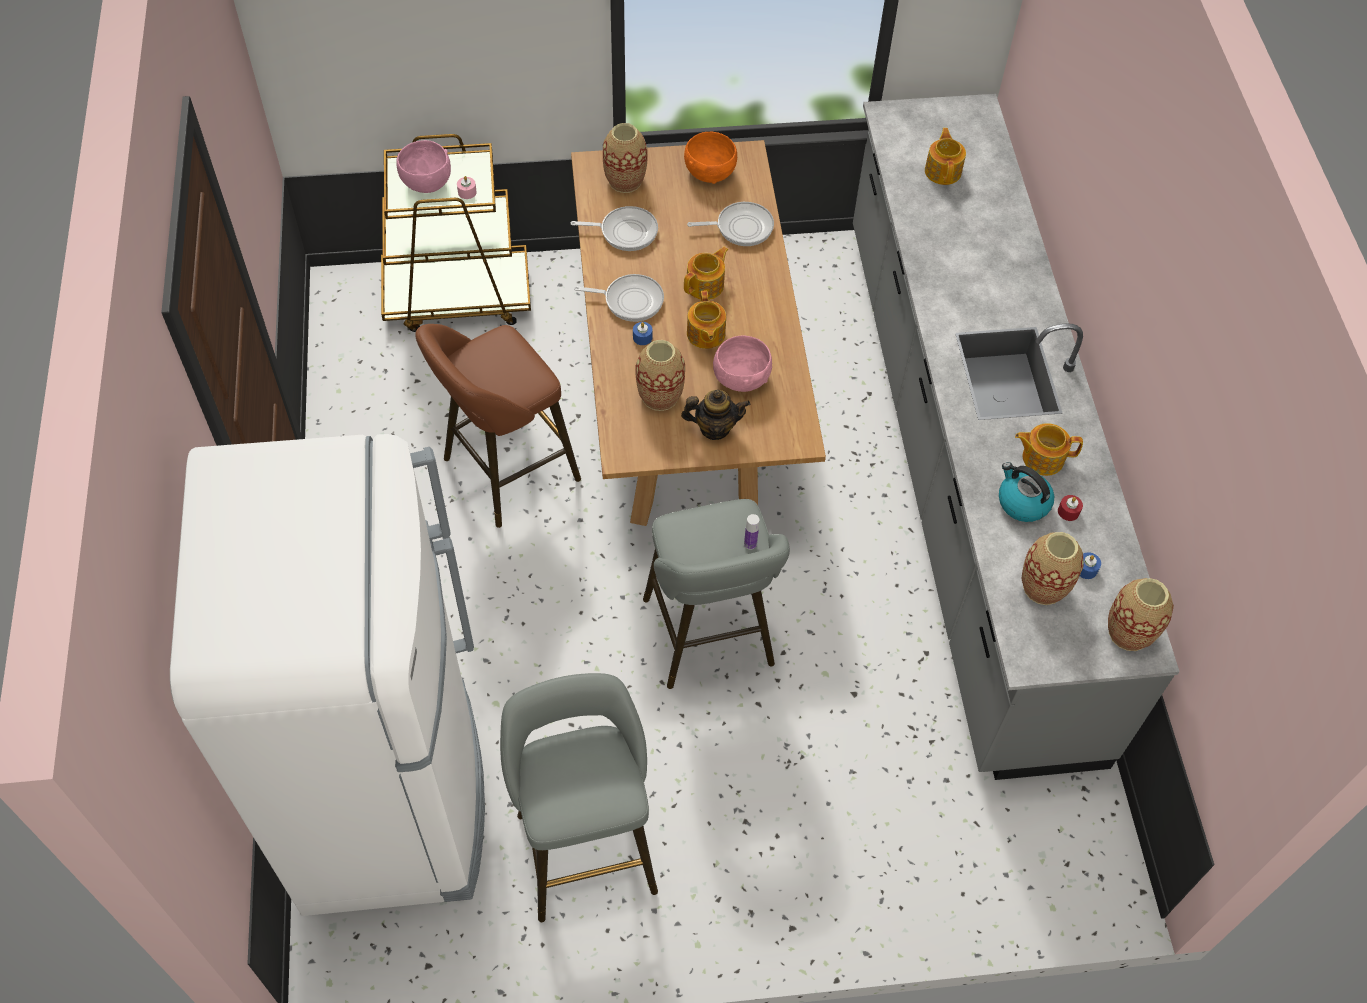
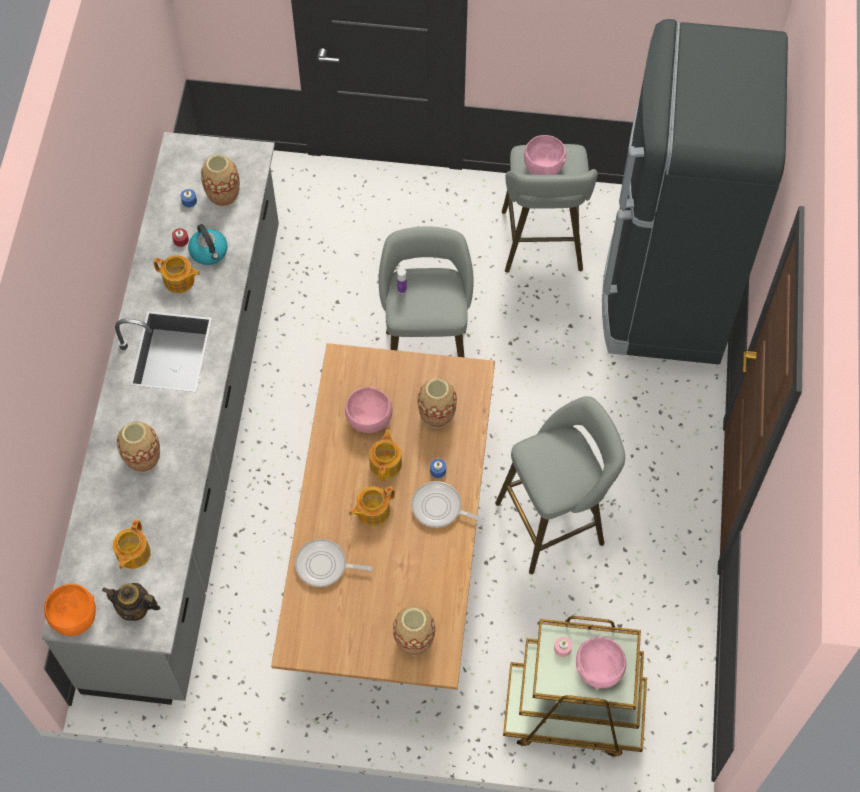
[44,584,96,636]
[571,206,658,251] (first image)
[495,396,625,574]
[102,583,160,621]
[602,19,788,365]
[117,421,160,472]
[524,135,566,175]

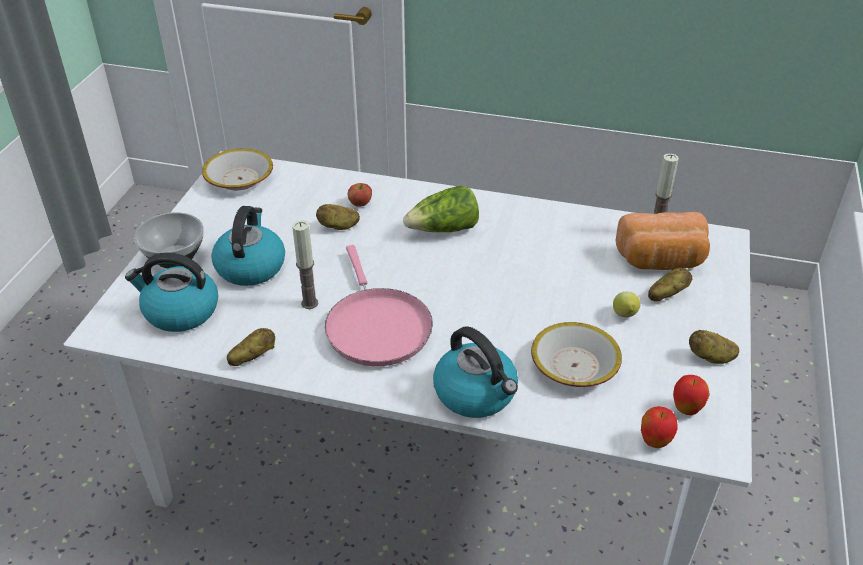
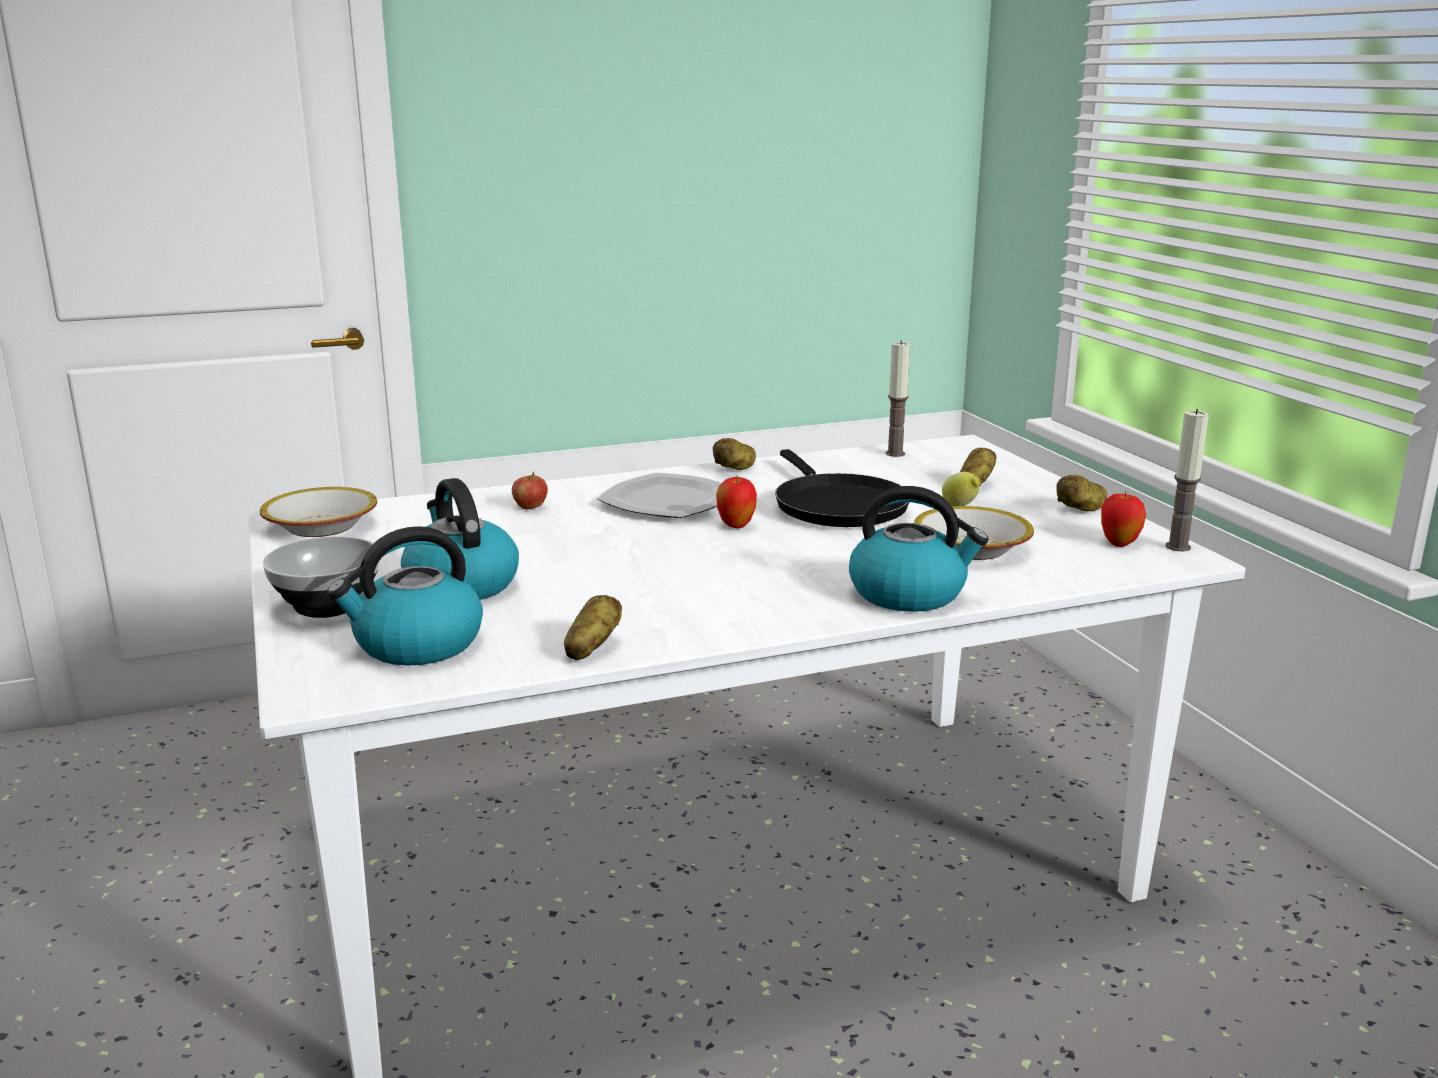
[597,472,721,518]
[713,438,756,470]
[615,212,710,270] (first image)
[1166,409,1209,551]
[325,245,433,366] (first image)
[716,477,757,528]
[775,449,909,527]

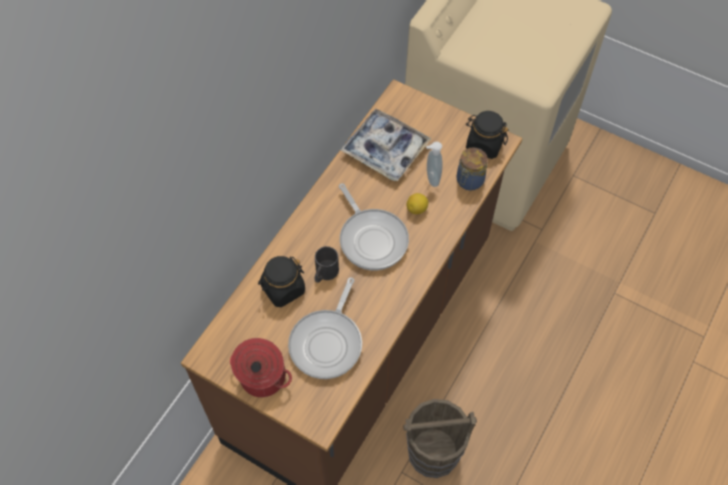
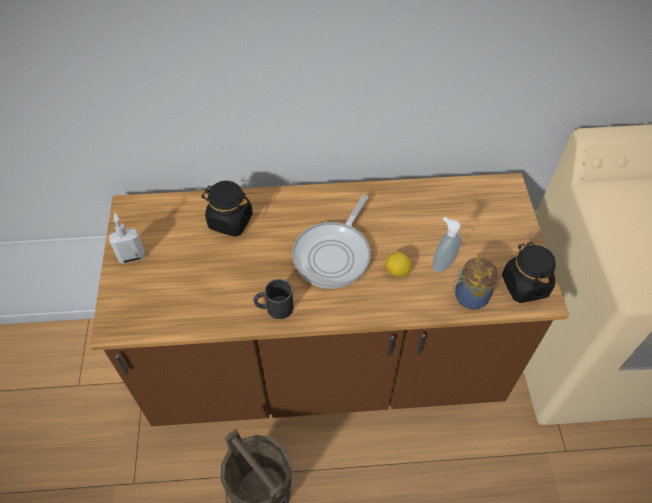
[340,109,432,181] (first image)
[253,279,294,319]
[288,277,362,379] (first image)
[109,213,145,264]

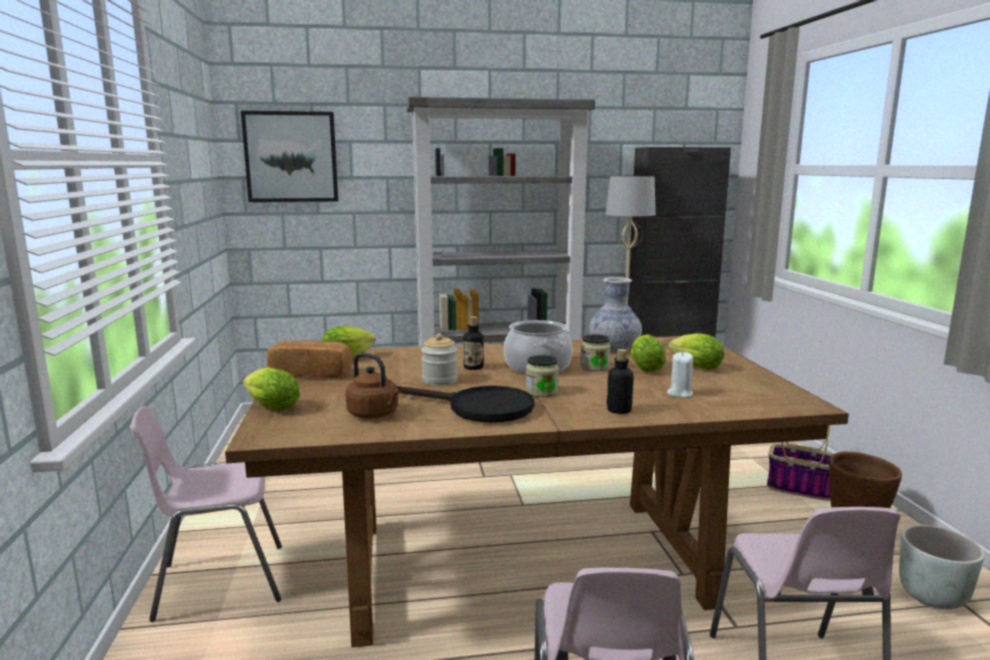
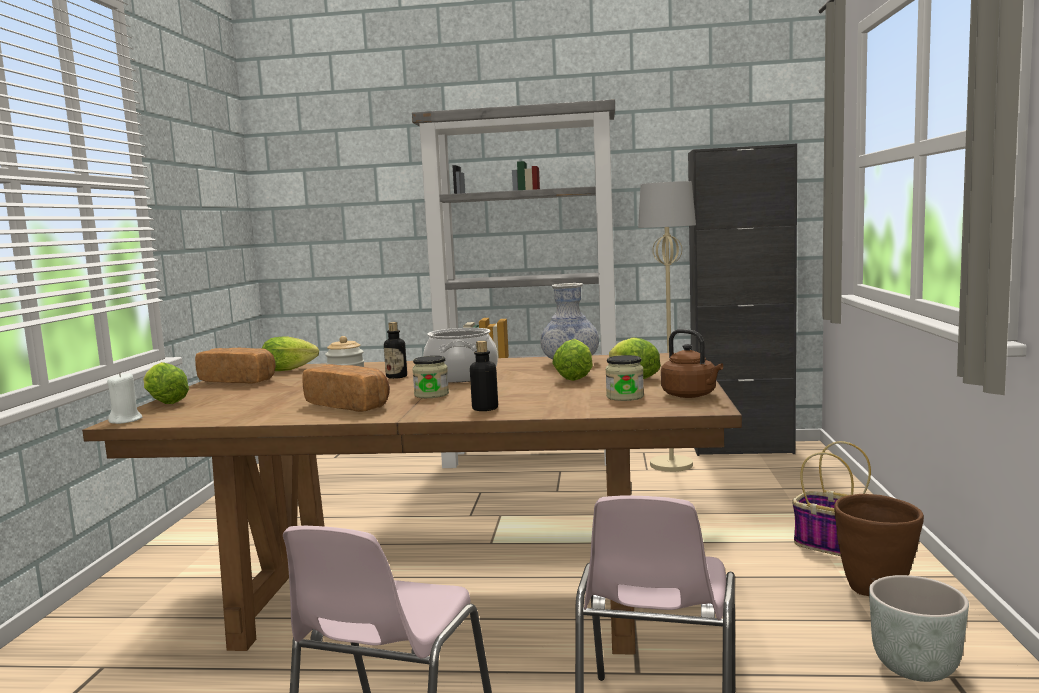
[241,111,338,202] (first image)
[605,355,644,401]
[661,329,723,398]
[107,372,142,424]
[302,364,390,412]
[130,406,282,622] (first image)

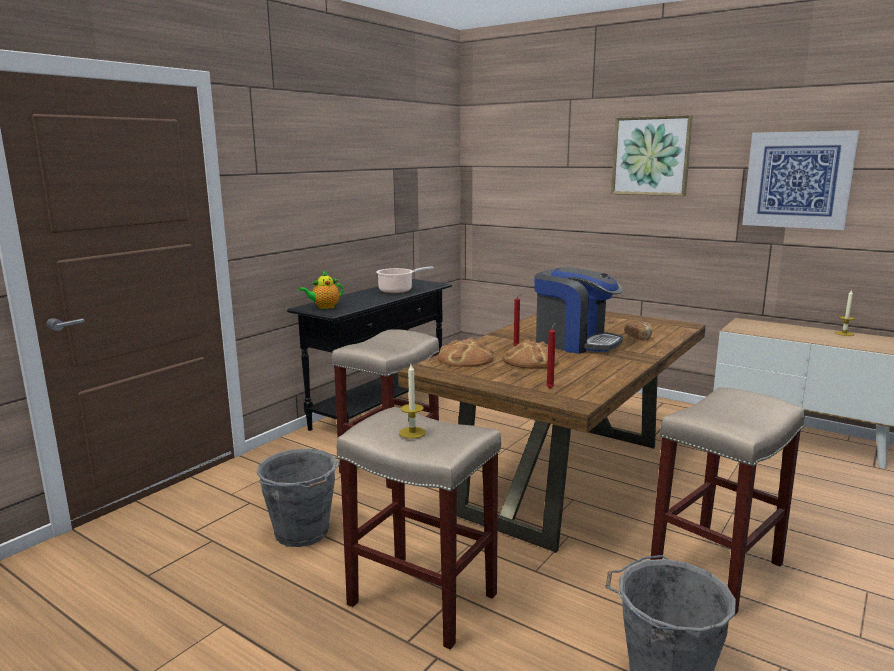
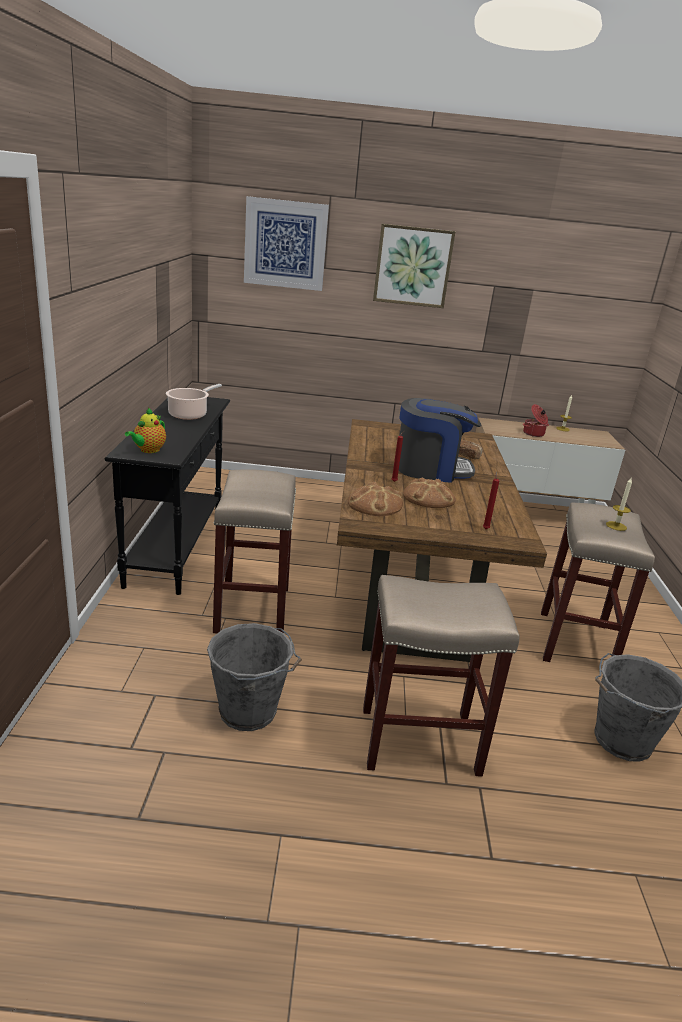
[244,196,329,291]
[606,478,632,531]
[523,404,549,437]

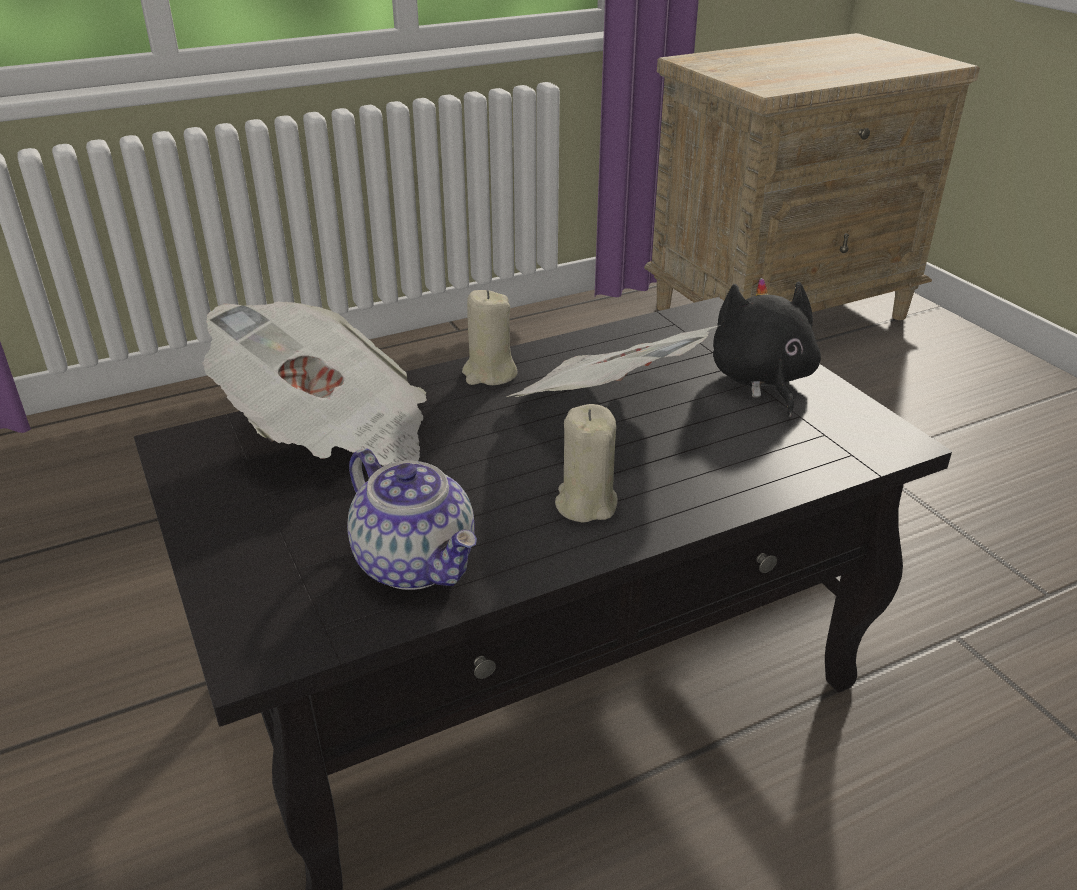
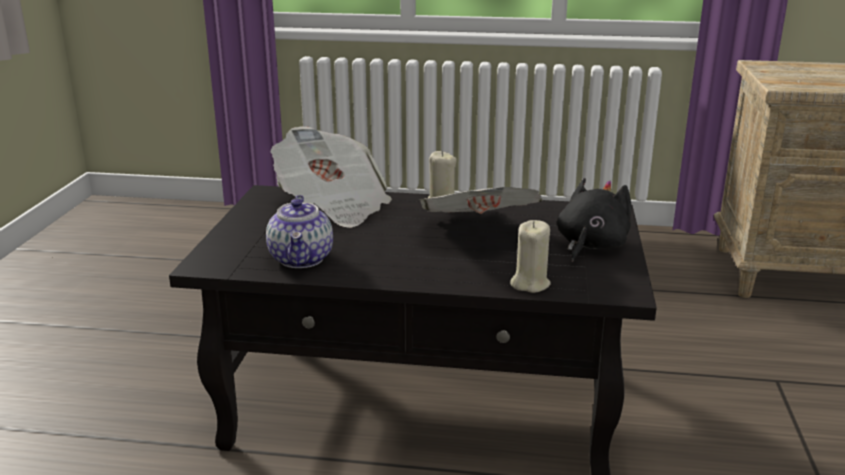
[510,220,551,293]

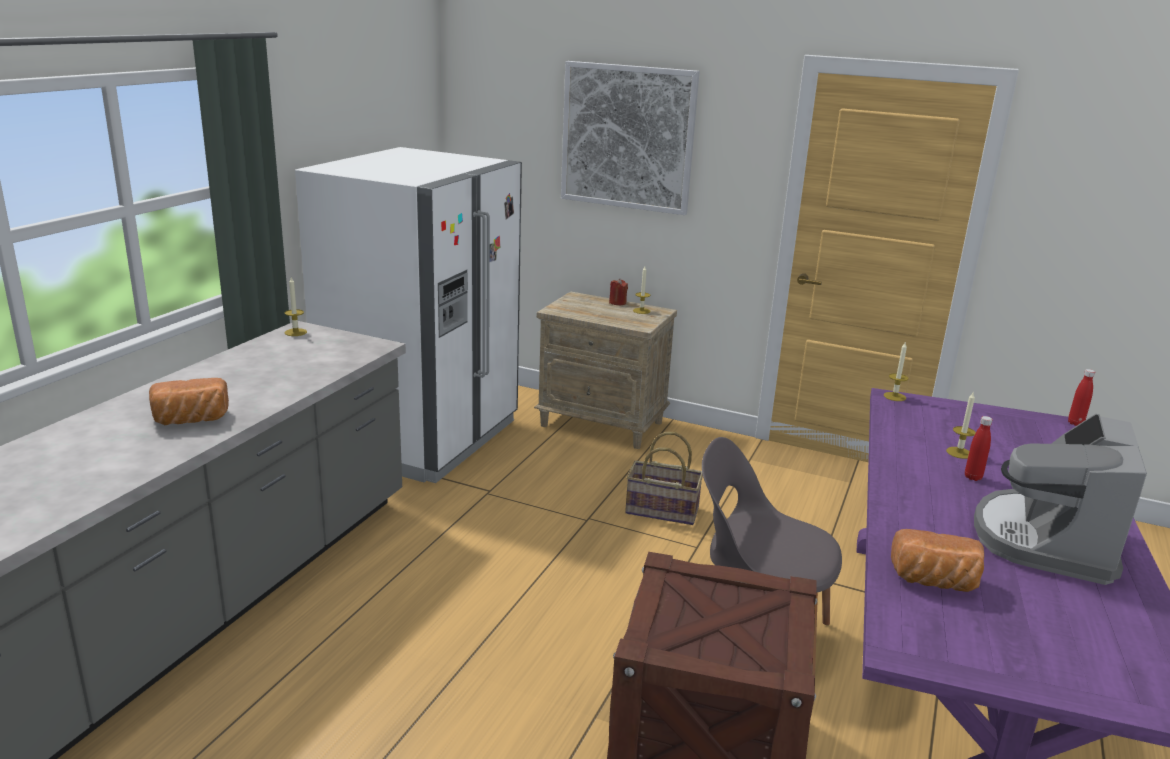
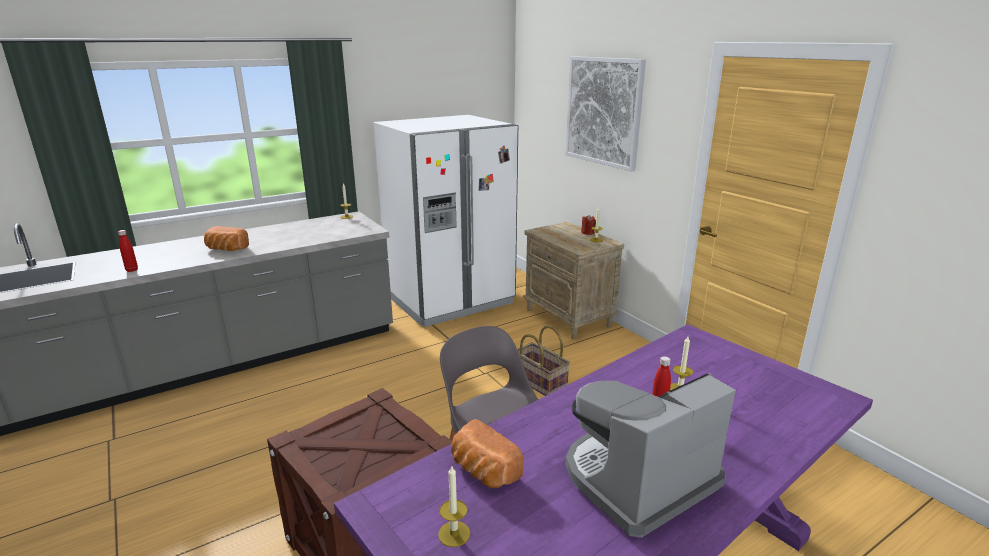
[438,466,470,547]
[118,230,138,272]

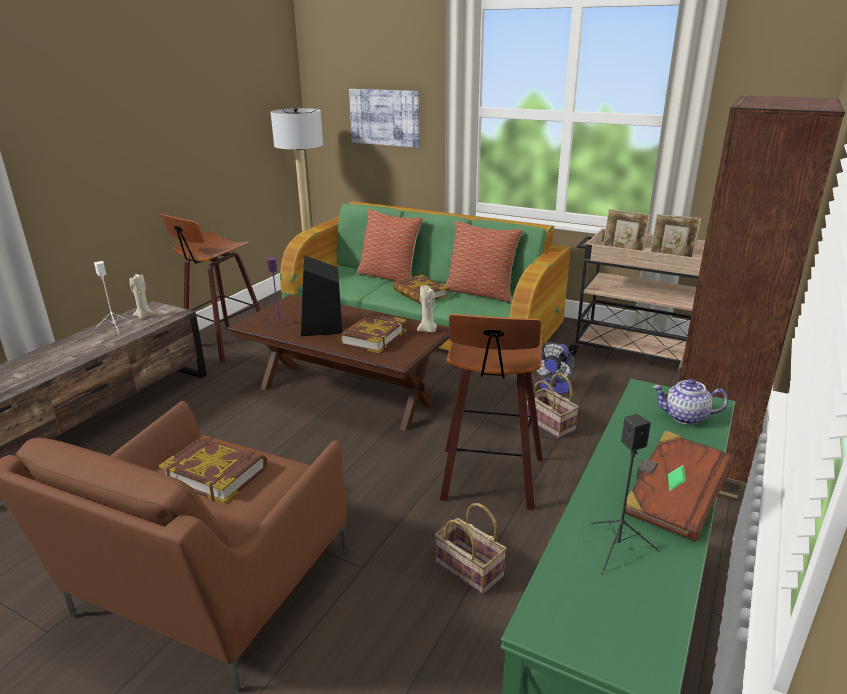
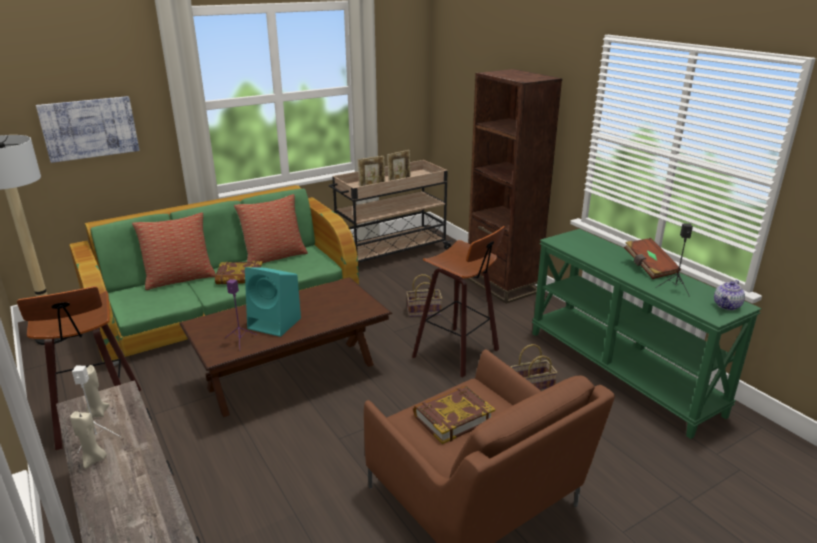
[245,267,301,337]
[70,411,107,469]
[339,313,407,353] (first image)
[535,342,575,394] (first image)
[714,280,745,310]

